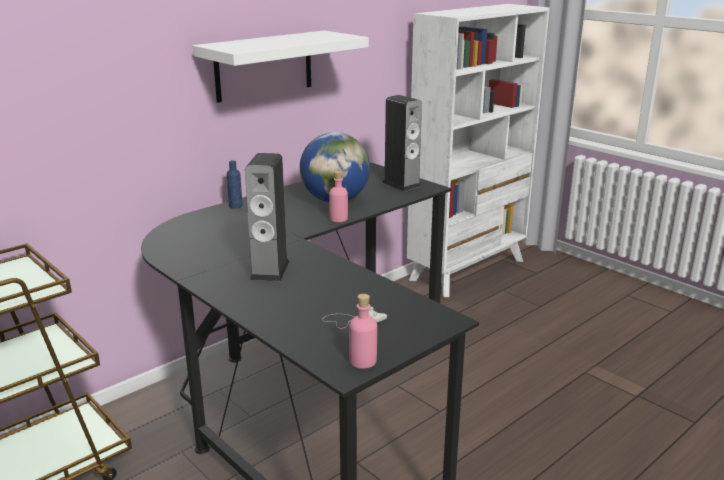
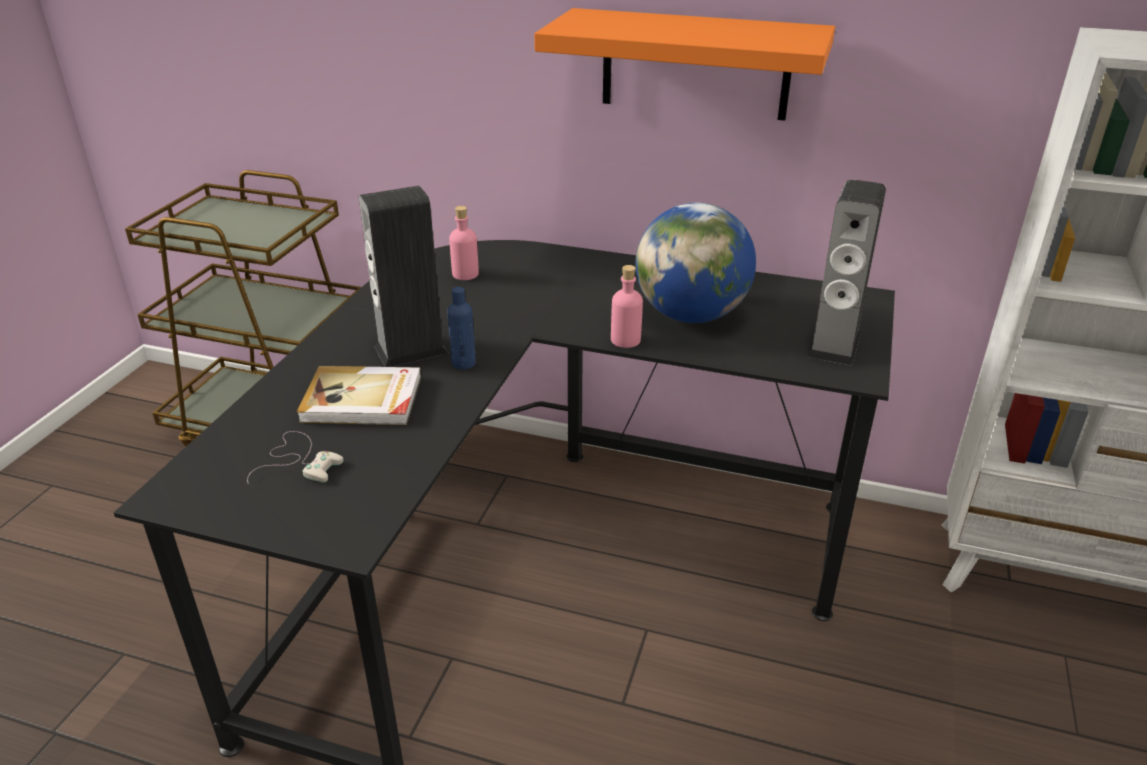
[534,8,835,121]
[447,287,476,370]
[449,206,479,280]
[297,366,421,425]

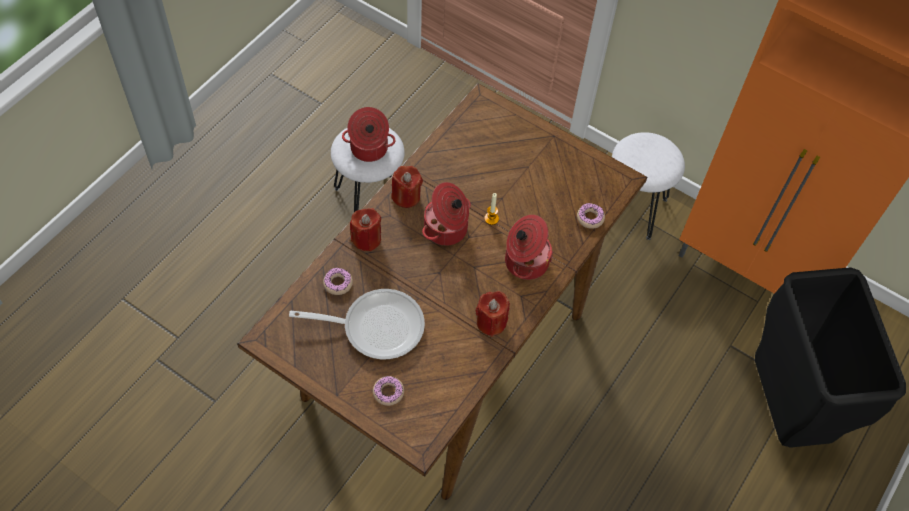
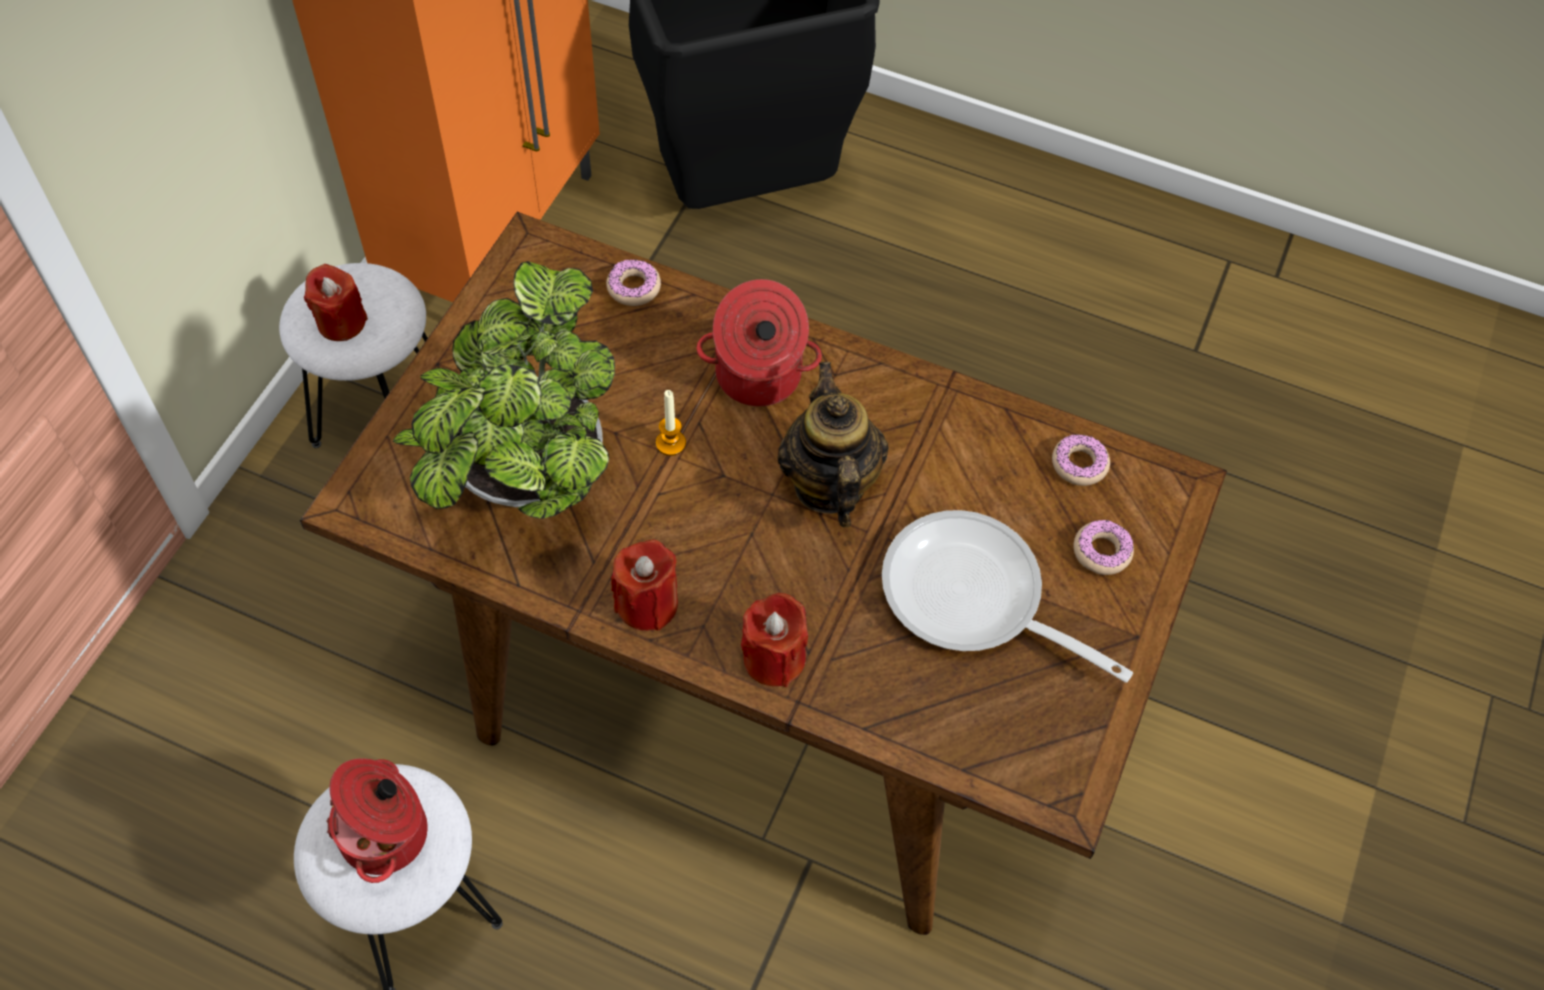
[422,182,471,246] (first image)
[1052,434,1110,486]
[882,510,1133,683]
[304,264,368,341]
[393,261,615,519]
[777,362,889,527]

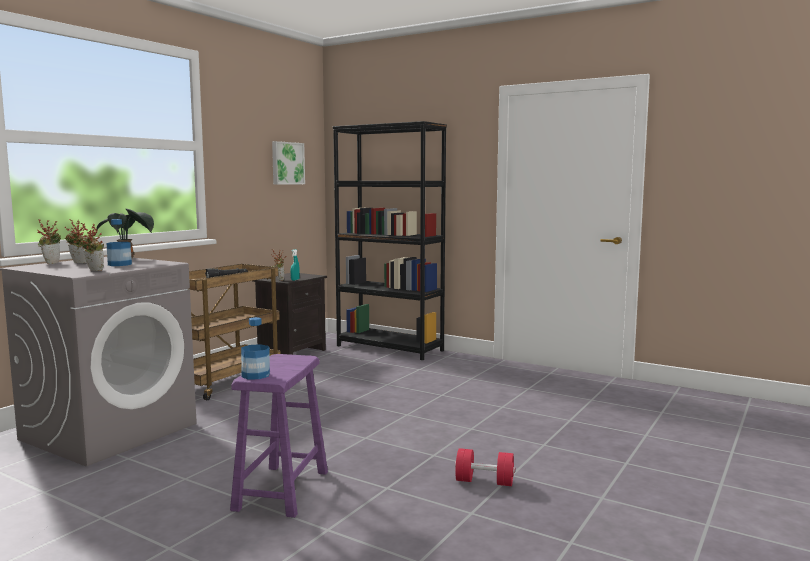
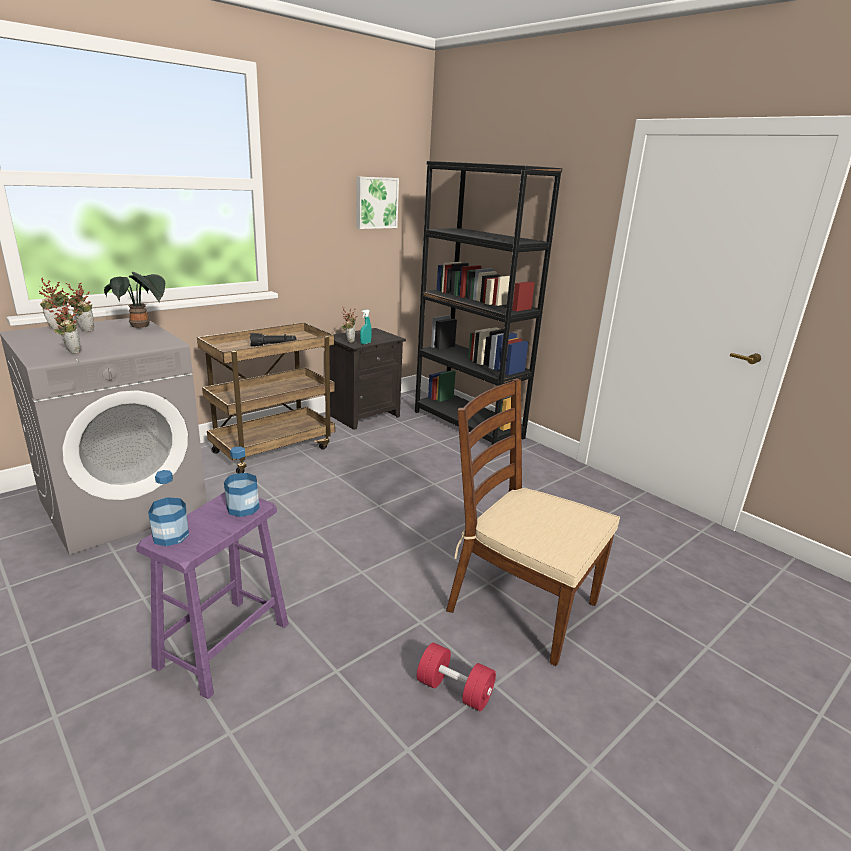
[224,447,260,517]
[446,379,620,666]

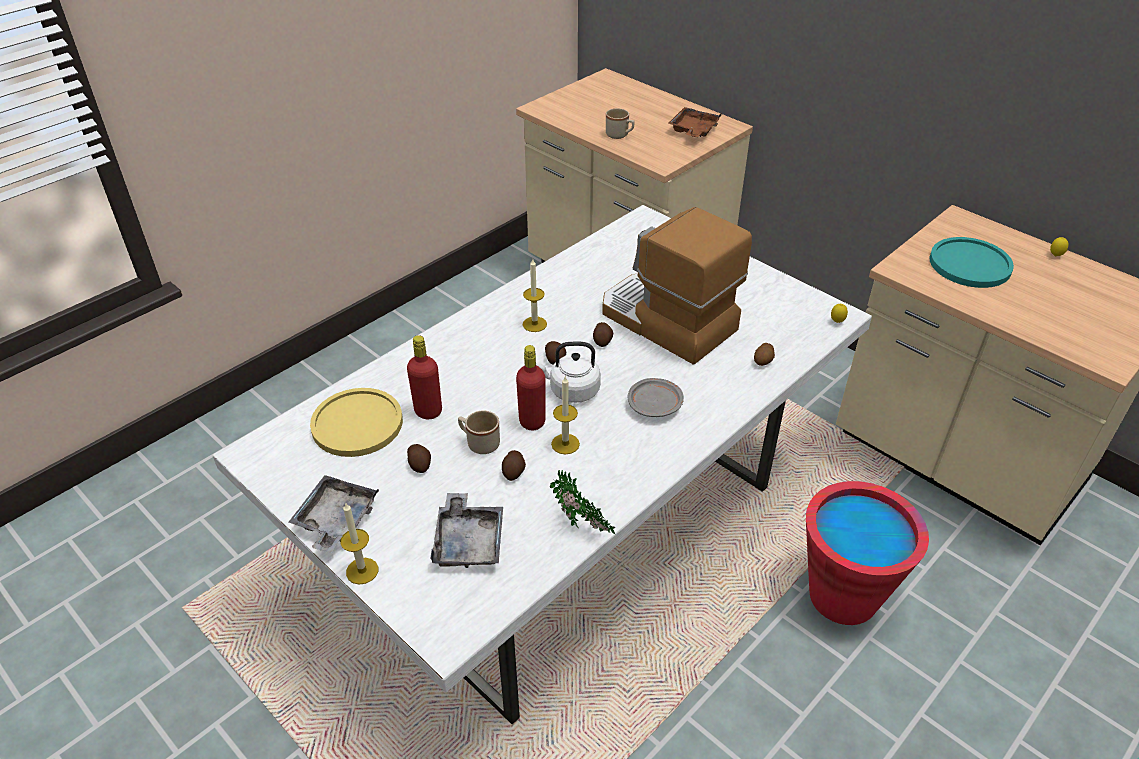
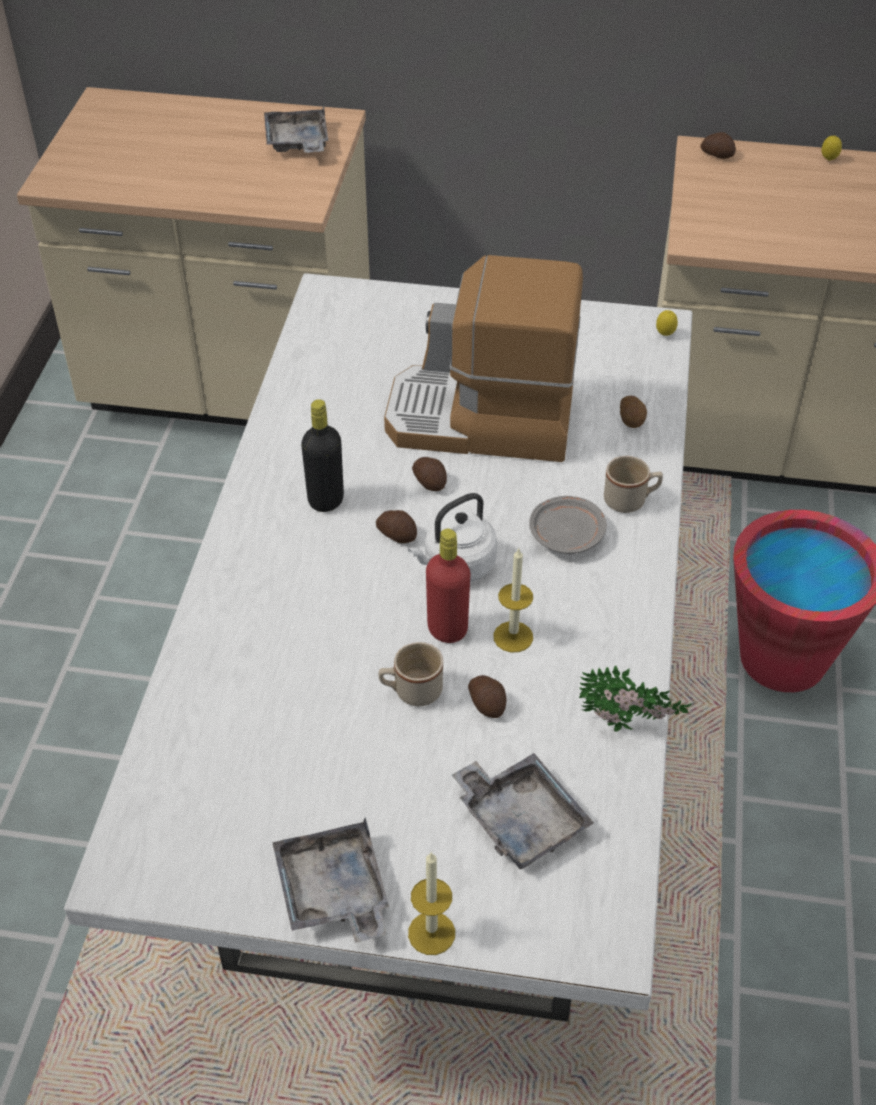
[264,104,329,153]
[604,456,663,513]
[929,237,1014,288] (first image)
[301,399,344,512]
[407,335,442,419] (first image)
[310,388,403,457] (first image)
[700,132,736,159]

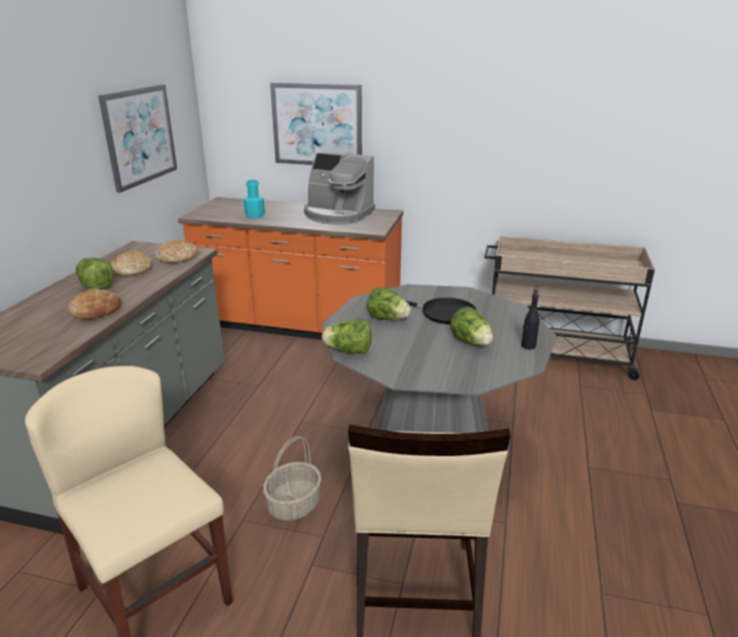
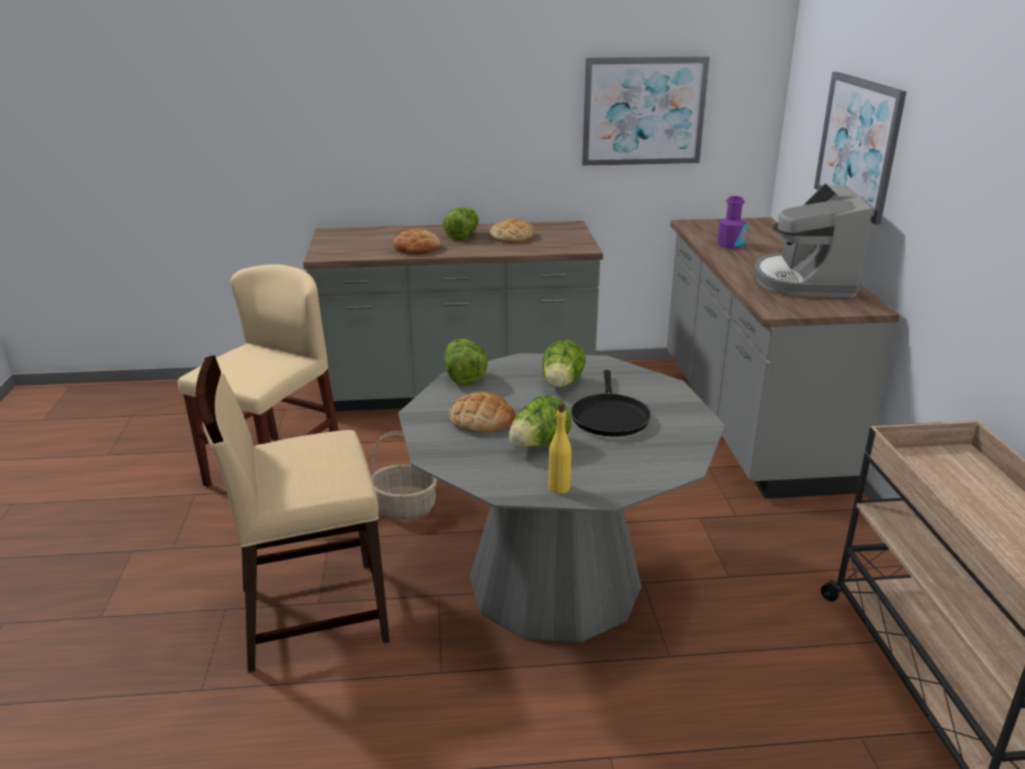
[717,196,747,249]
[667,217,900,499]
[449,392,515,433]
[548,403,571,493]

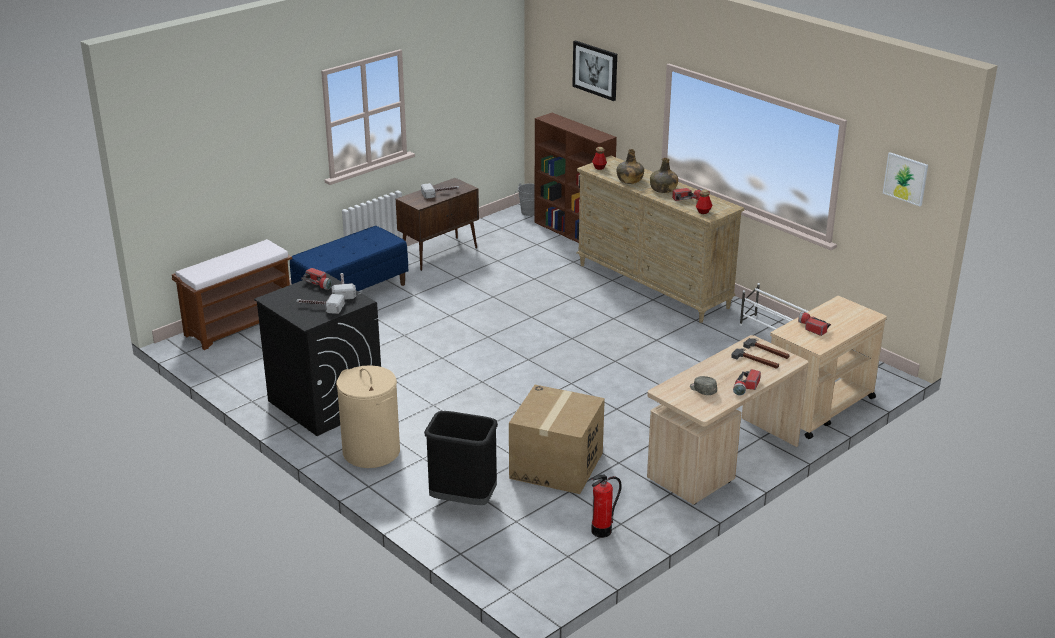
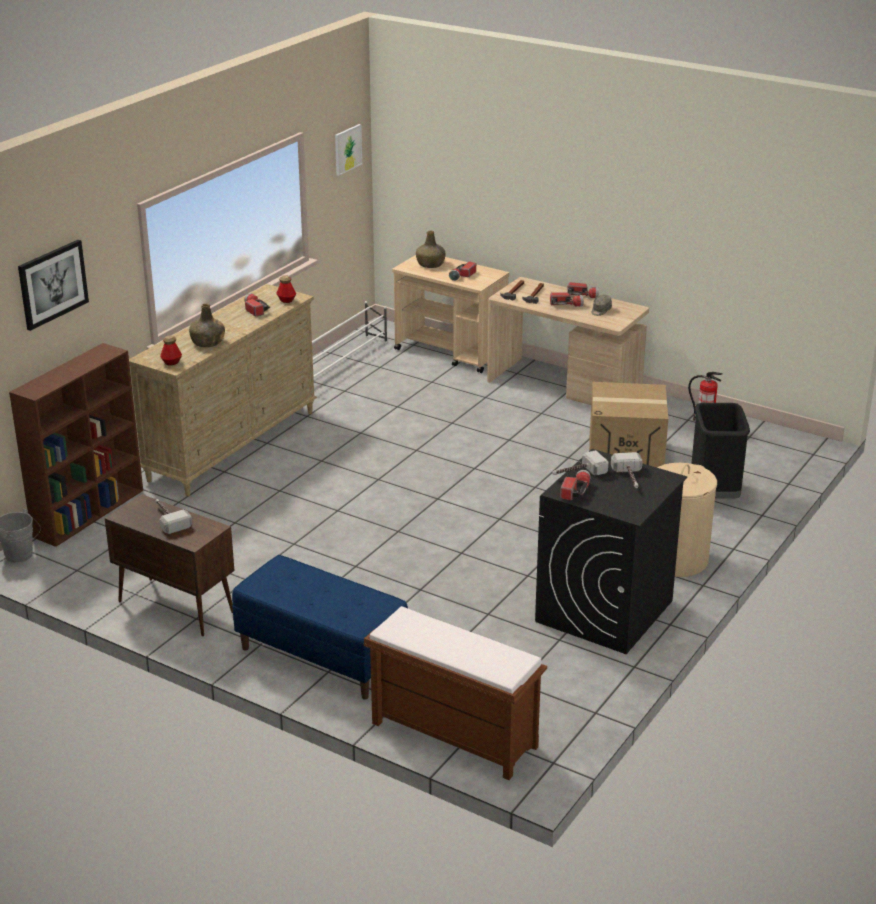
[416,230,445,268]
[550,292,584,306]

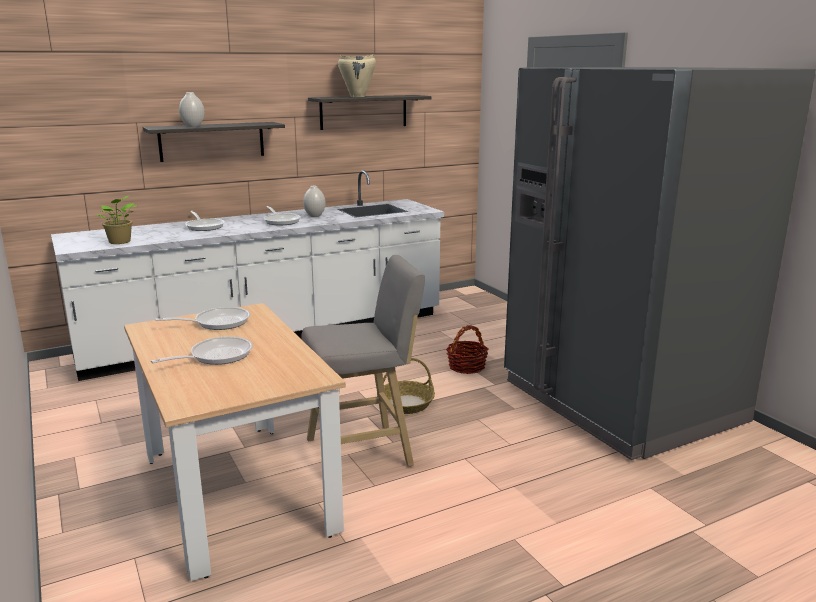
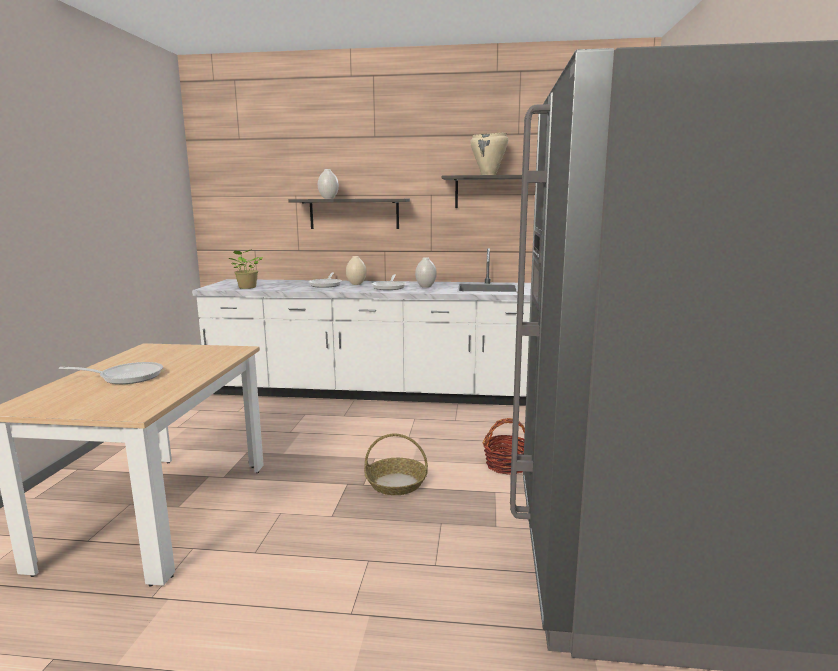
[301,255,425,467] (first image)
[155,307,250,330] (first image)
[346,256,367,285]

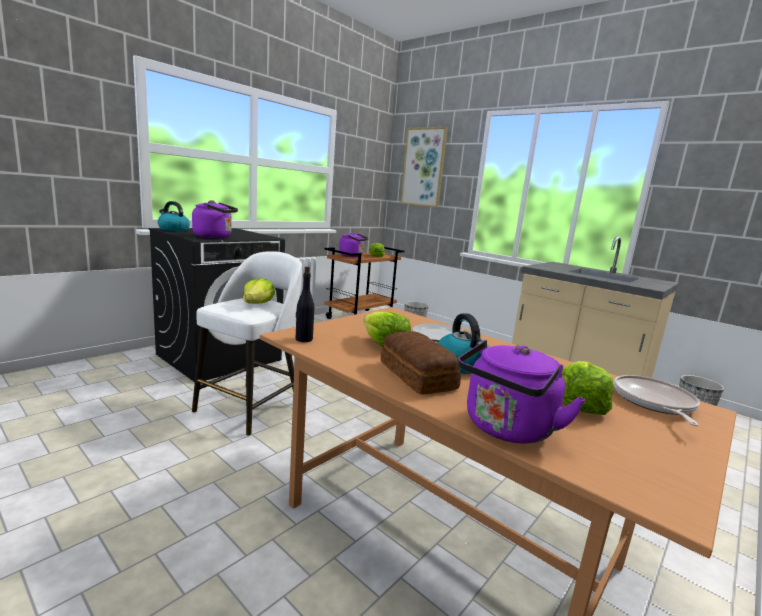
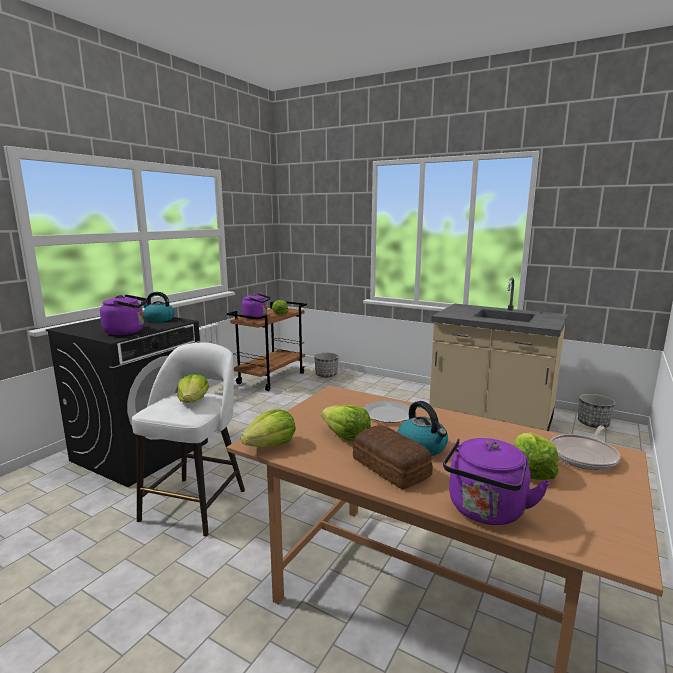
[400,127,448,208] (first image)
[141,292,175,322]
[241,409,296,447]
[550,425,621,470]

